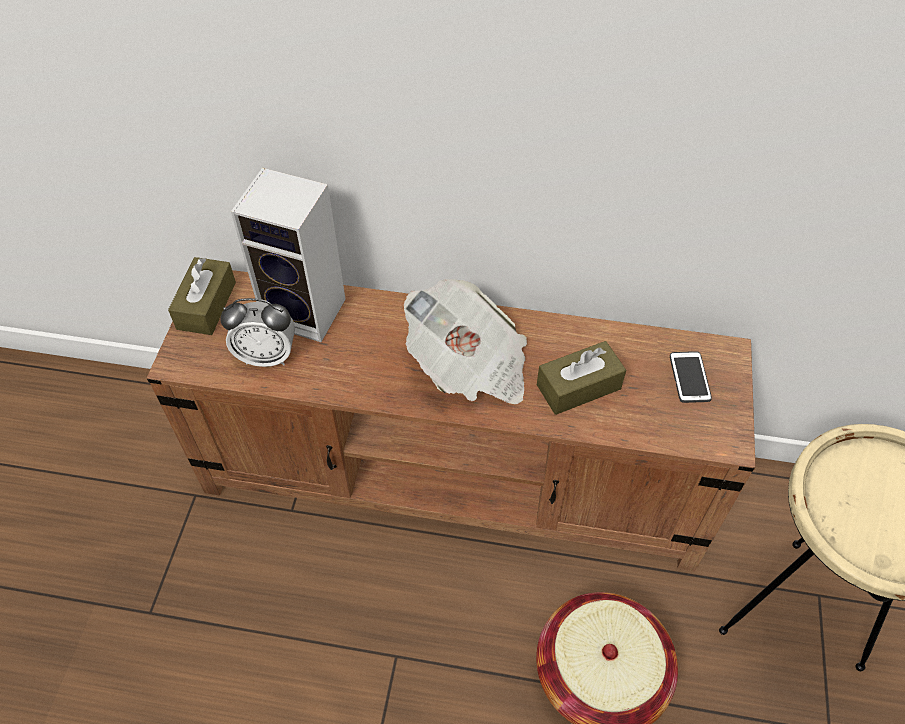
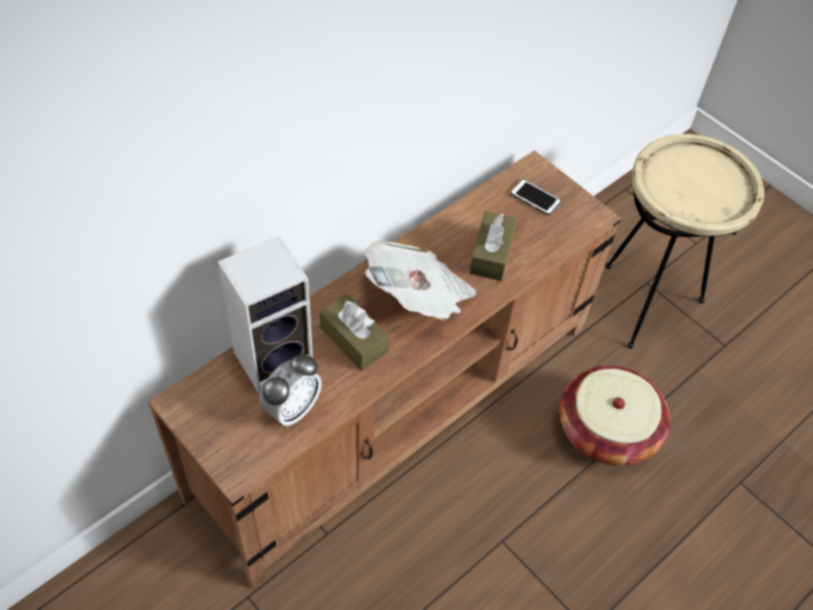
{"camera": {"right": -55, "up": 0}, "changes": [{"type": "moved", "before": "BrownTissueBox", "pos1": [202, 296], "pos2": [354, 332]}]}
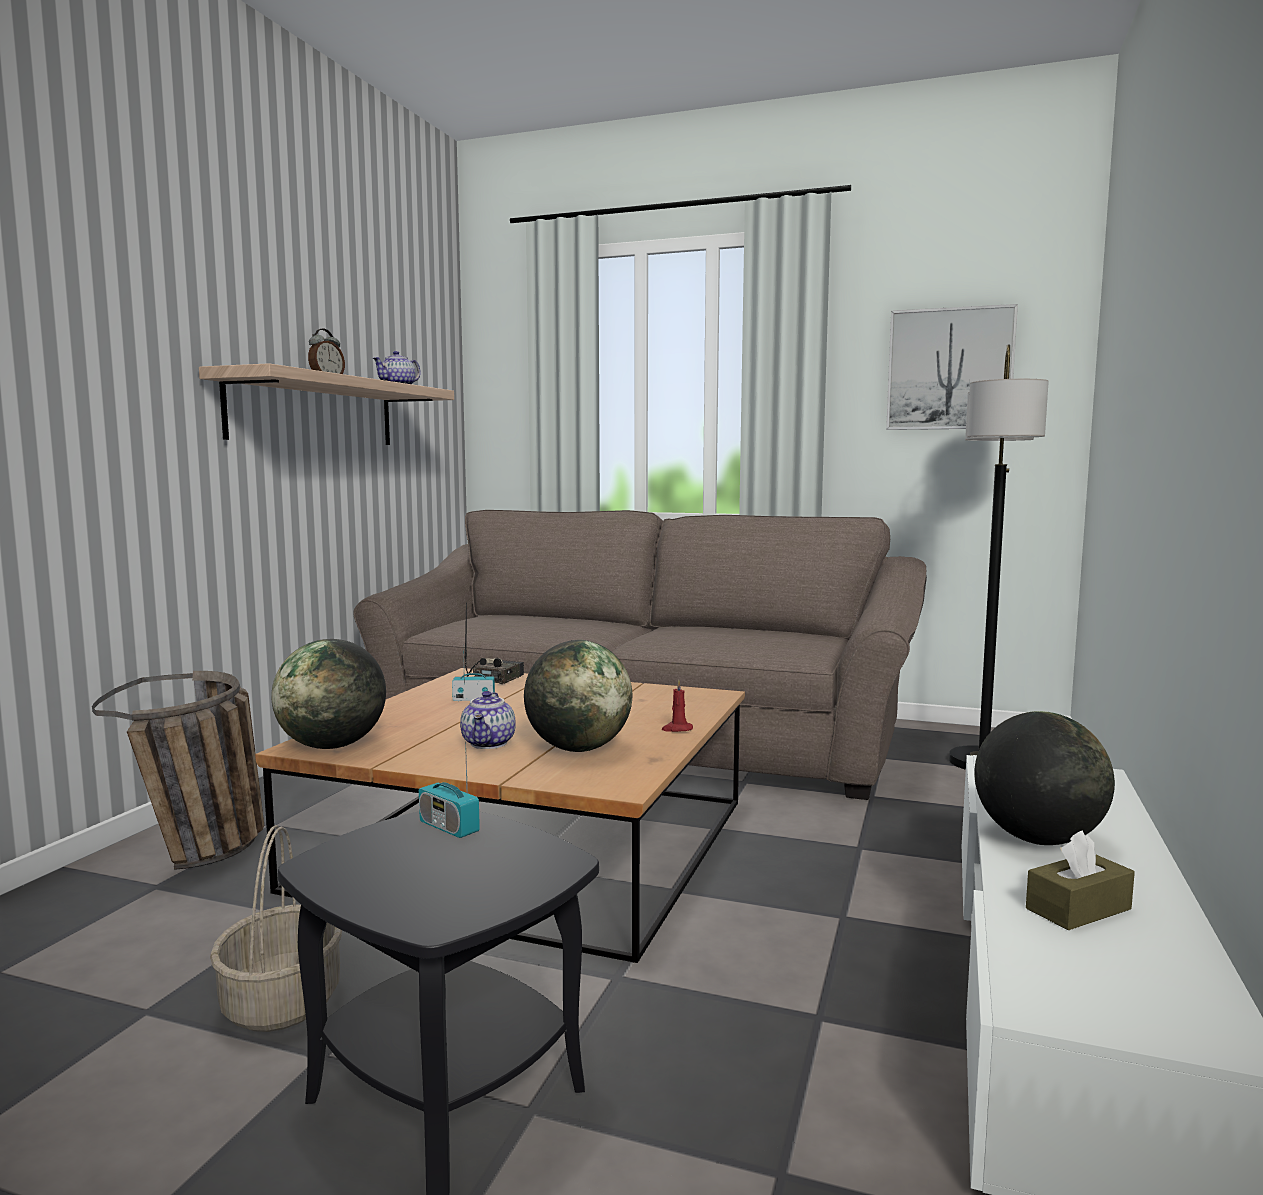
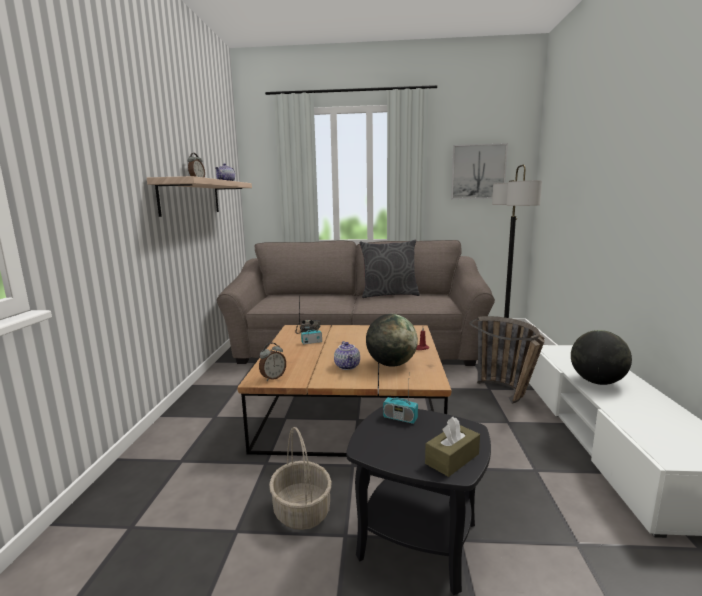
{"camera": {"right": -15, "up": 5}, "changes": [{"type": "replaced", "before": "Globe", "after": "AlarmClock", "pos1": [328, 694], "pos2": [272, 362]}, {"type": "added", "after": "GreyPillow", "pos2": [389, 269]}, {"type": "moved", "before": "BrownTissueBox", "pos1": [1080, 880], "pos2": [452, 447]}, {"type": "moved", "before": "Basket", "pos1": [178, 770], "pos2": [507, 360]}]}
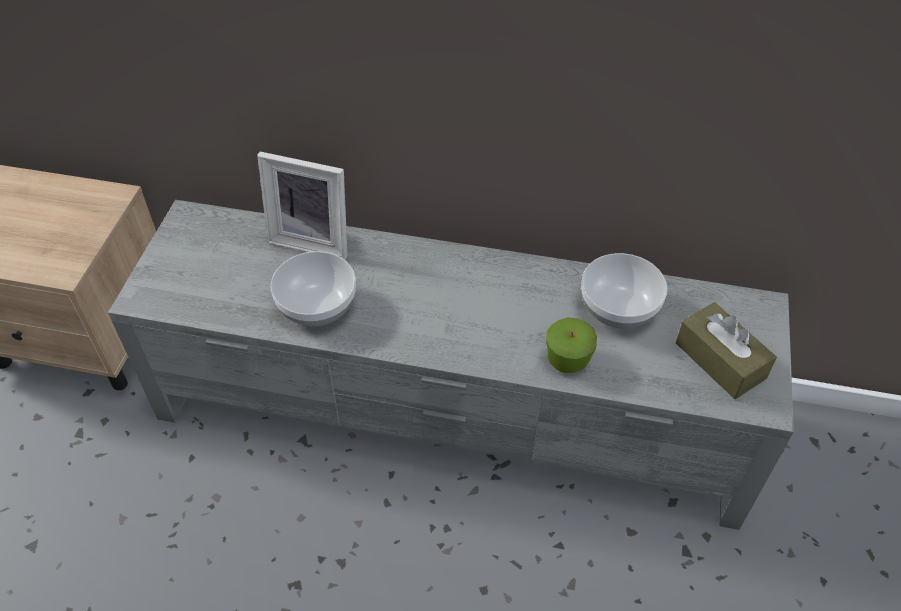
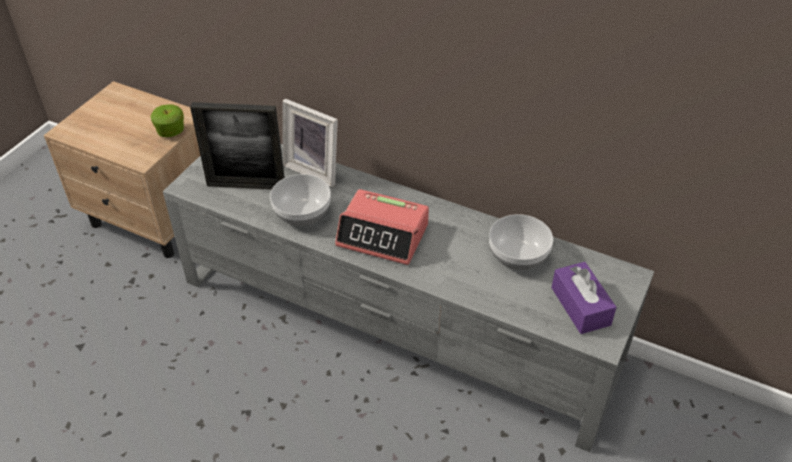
{"camera": {"right": 15, "up": -5}, "changes": [{"type": "moved", "before": "Apple", "pos1": [571, 345], "pos2": [167, 120]}, {"type": "added", "after": "PictureFrame", "pos2": [237, 145]}, {"type": "added", "after": "AlarmClock", "pos2": [382, 227]}, {"type": "recoloured", "before": "BrownTissueBox", "after": "PurpleTissueBox", "pos1": [726, 350], "pos2": [584, 298]}]}
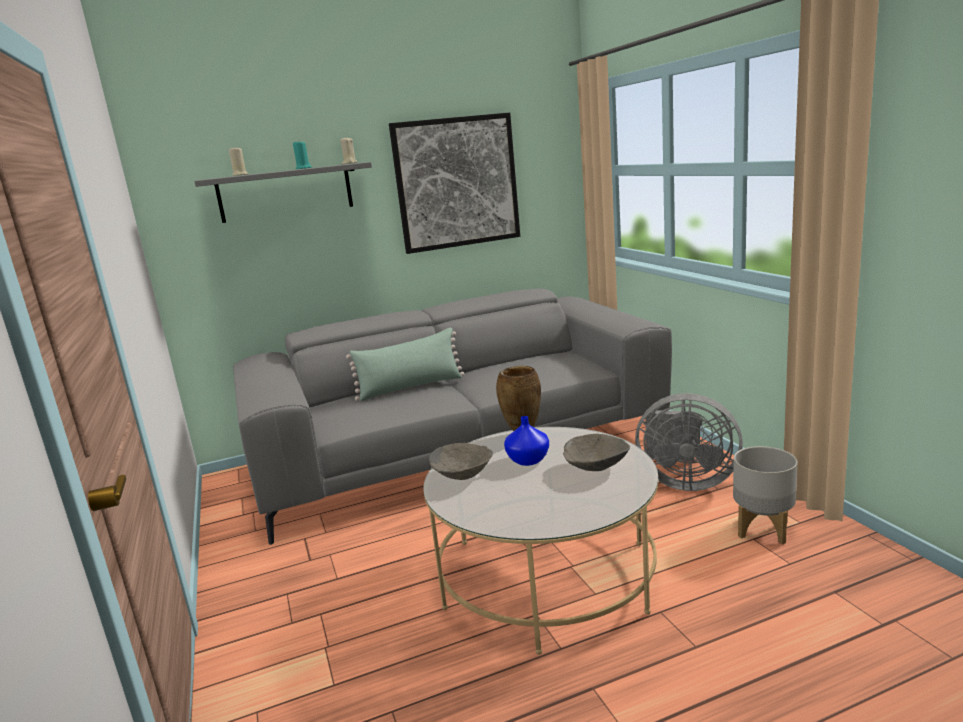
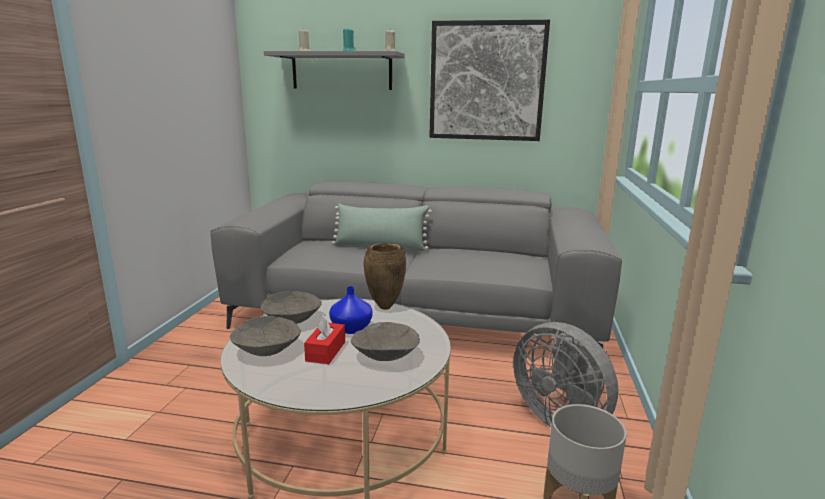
{"camera": {"right": 30, "up": 0}, "changes": [{"type": "added", "after": "GreyBowl", "pos2": [265, 336]}, {"type": "added", "after": "RedTissueBox", "pos2": [324, 339]}]}
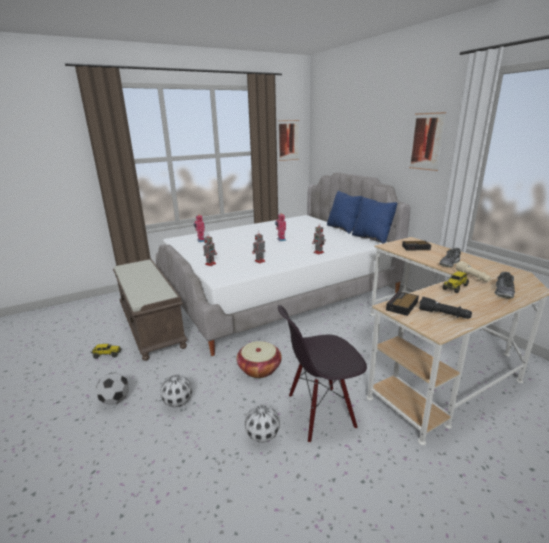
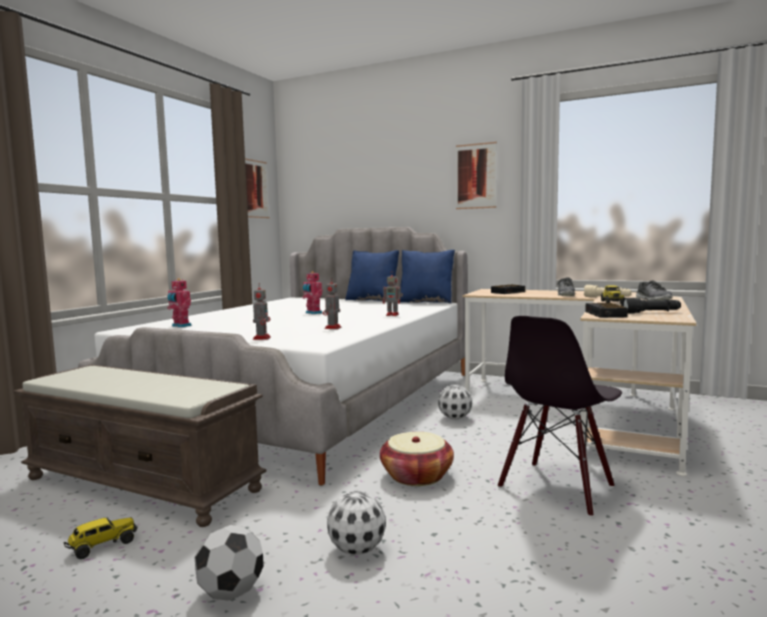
{"camera": {"right": -35, "up": -15}, "changes": [{"type": "moved", "before": "Football", "pos1": [262, 424], "pos2": [455, 401]}]}
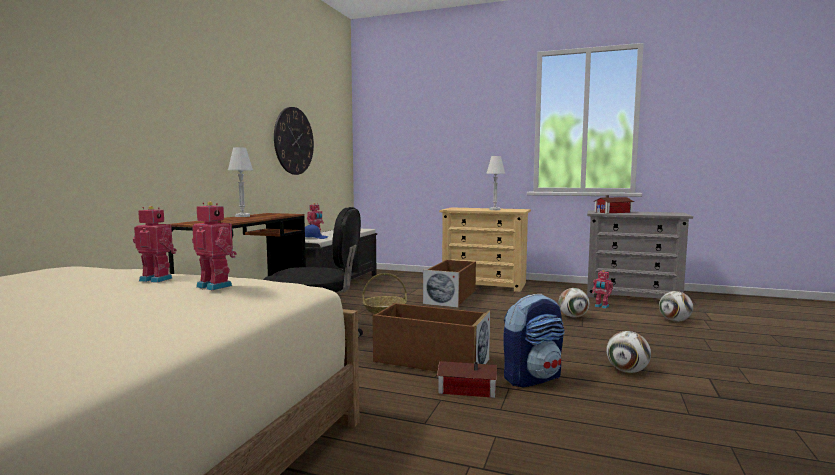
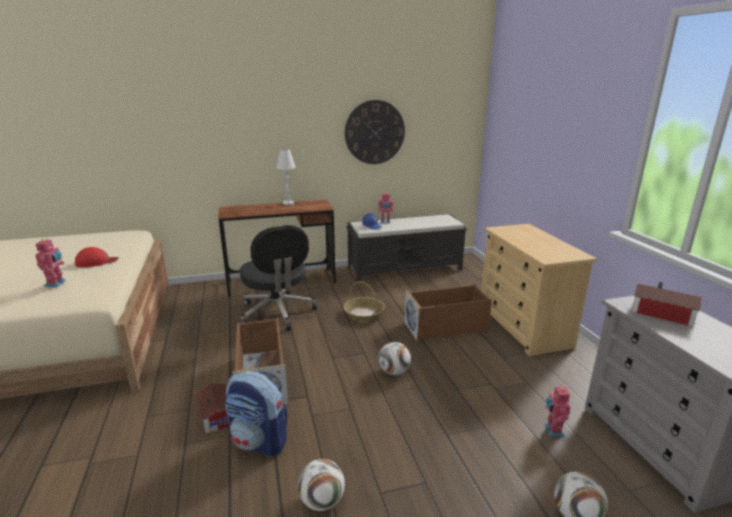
{"camera": {"right": 55, "up": 15}, "changes": [{"type": "replaced", "before": "ToyRobot", "after": "RedCap", "pos1": [155, 244], "pos2": [97, 257]}, {"type": "moved", "before": "Football", "pos1": [574, 303], "pos2": [394, 358]}, {"type": "removed", "before": "WhiteTableLamp", "pos1": [495, 183]}]}
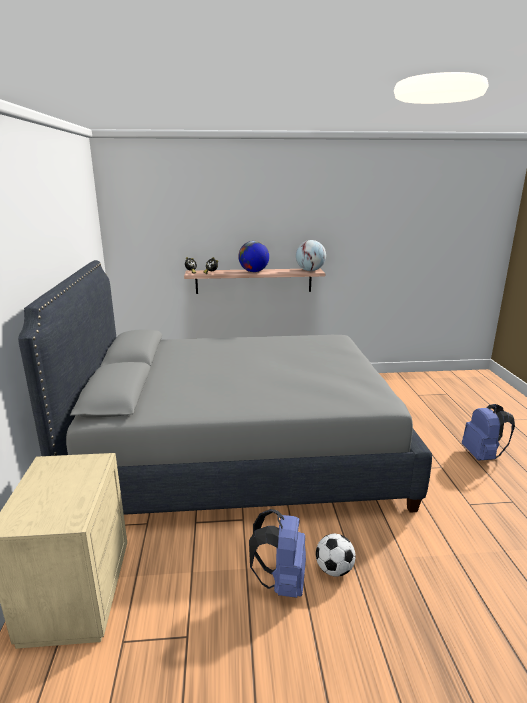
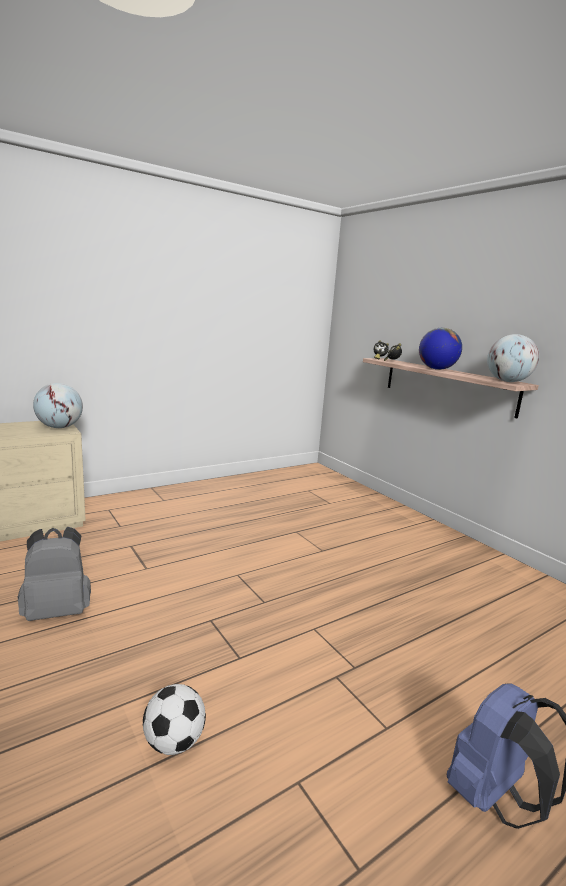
{"camera": {"right": 60, "up": -5}, "changes": [{"type": "recoloured", "before": "BlueBackpack", "after": "GreyBackpack", "pos1": [277, 553], "pos2": [54, 574]}, {"type": "added", "after": "Globe", "pos2": [58, 405]}, {"type": "moved", "before": "Football", "pos1": [336, 555], "pos2": [174, 719]}, {"type": "removed", "before": "GreyBed", "pos1": [225, 387]}]}
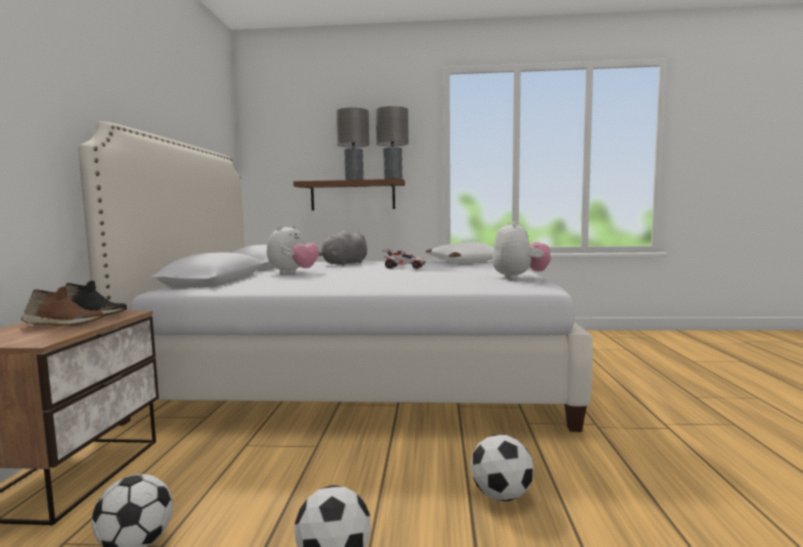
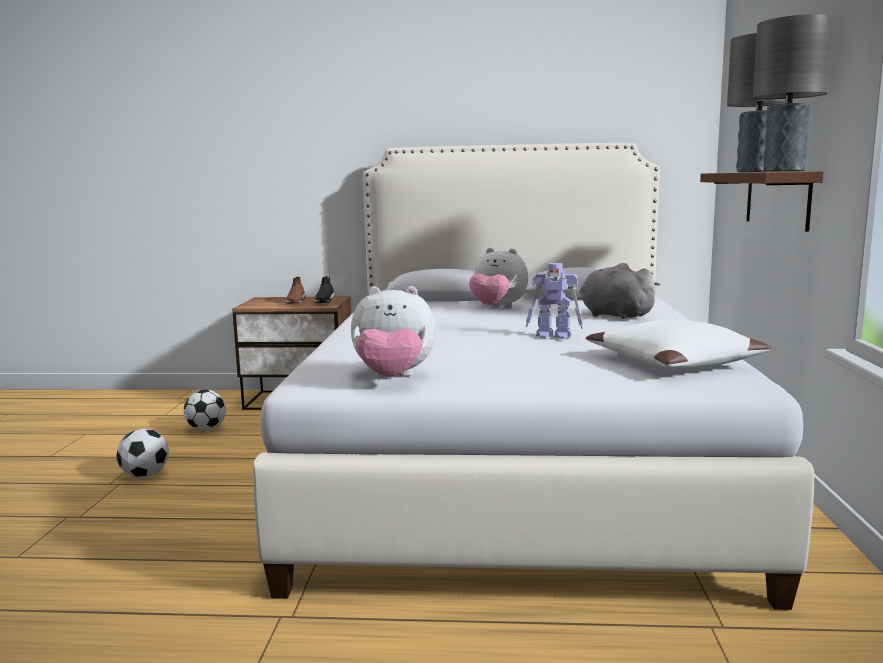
{"camera": {"right": 90, "up": 5}, "changes": [{"type": "replaced", "before": "ToyCar", "after": "ToyRobot", "pos1": [404, 259], "pos2": [554, 301]}, {"type": "removed", "before": "Football", "pos1": [502, 467]}]}
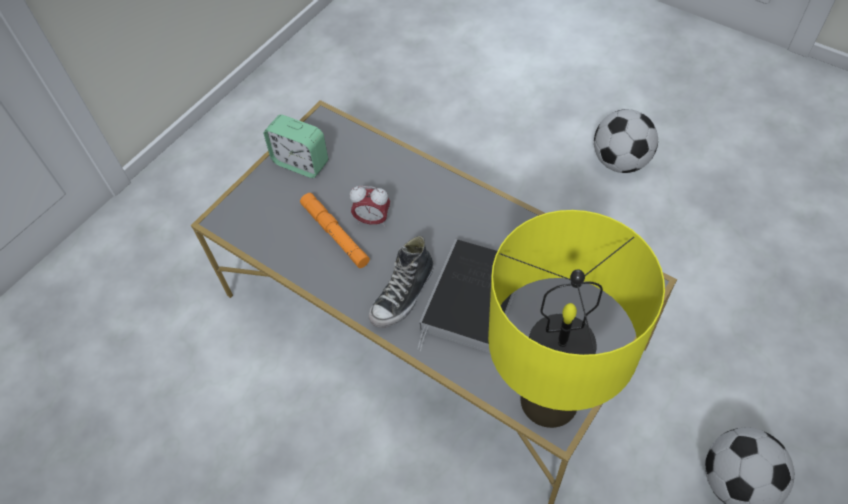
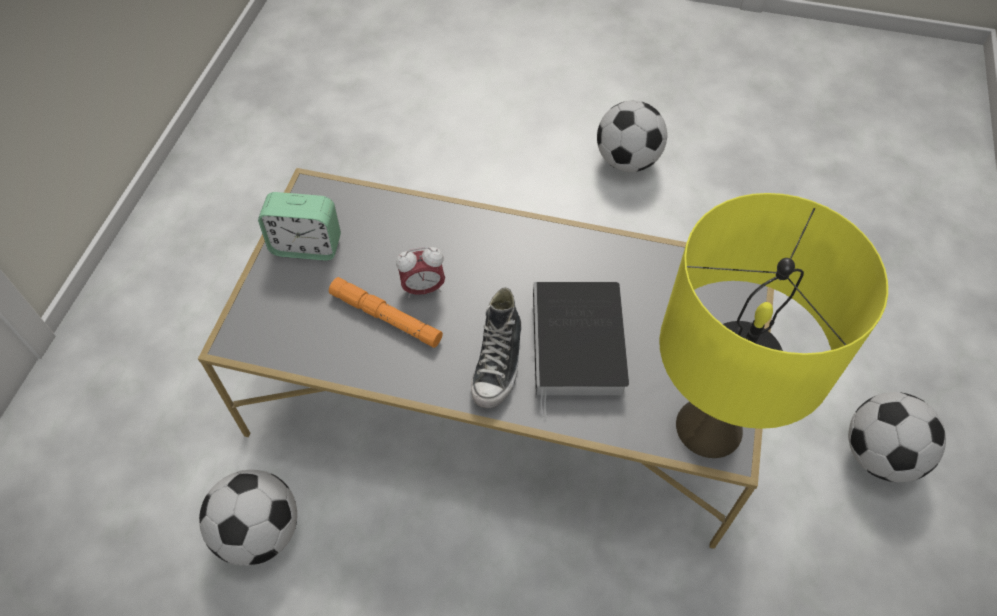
{"camera": {"right": -25, "up": 0}, "changes": [{"type": "added", "after": "Football", "pos2": [248, 518]}]}
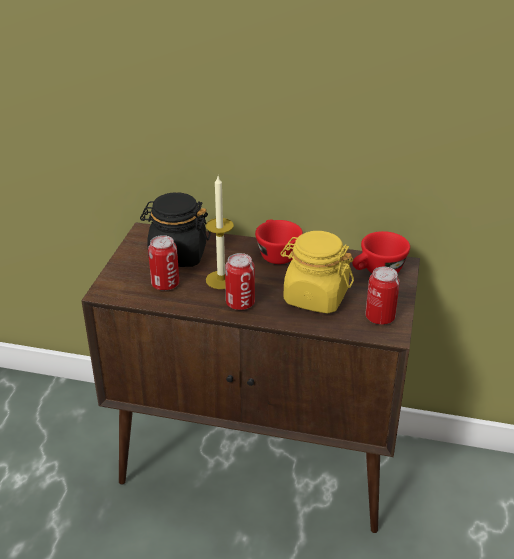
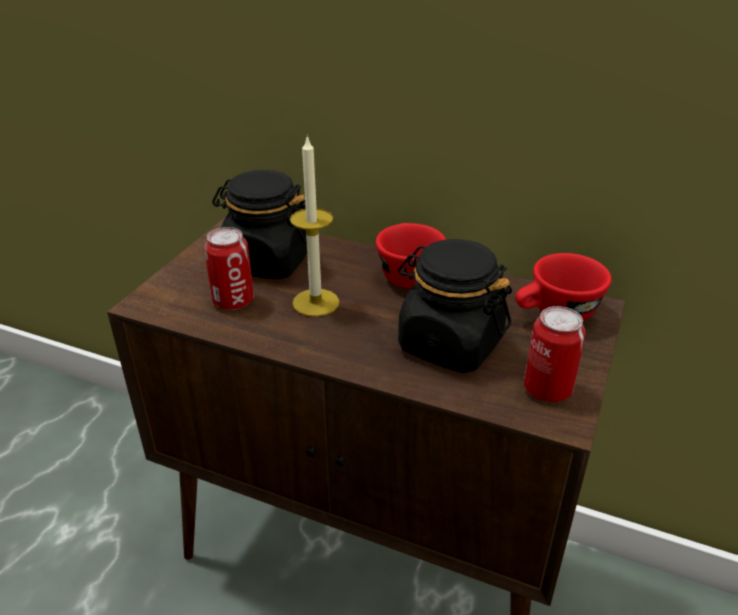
{"camera": {"right": 10, "up": 0}, "changes": [{"type": "recoloured", "before": "YellowJar", "after": "BlackJar", "pos1": [317, 272], "pos2": [455, 306]}, {"type": "removed", "before": "Can", "pos1": [240, 281]}]}
